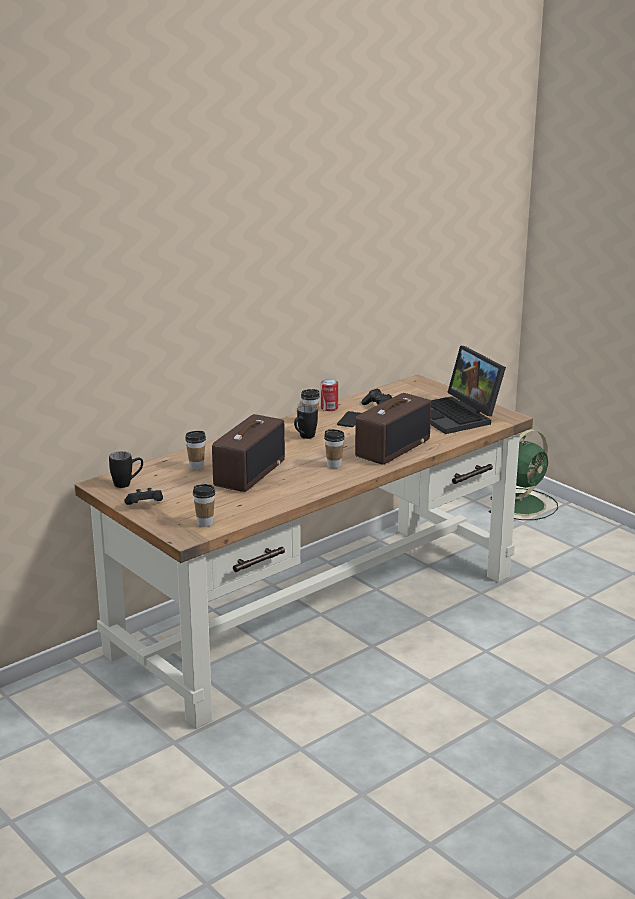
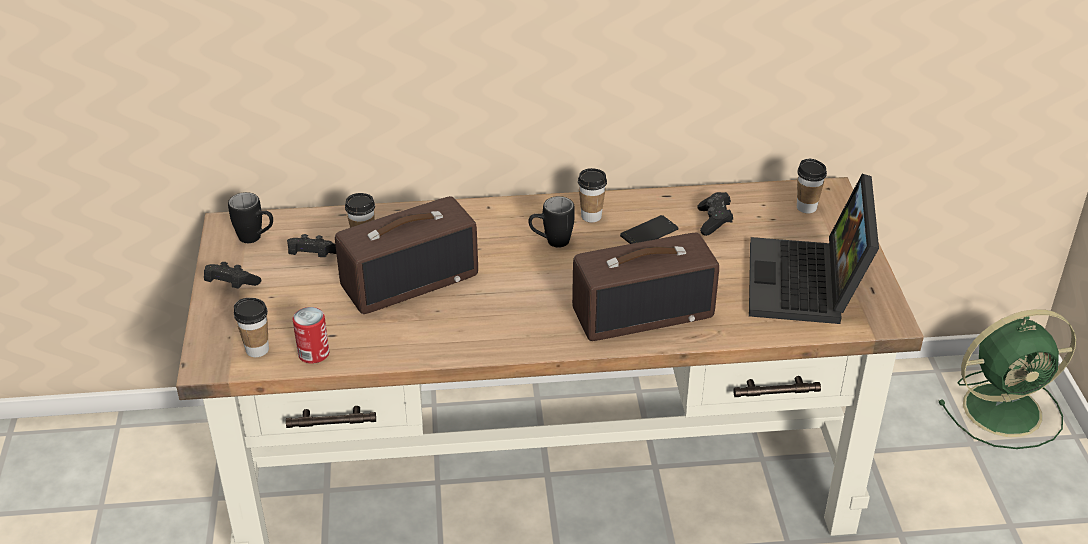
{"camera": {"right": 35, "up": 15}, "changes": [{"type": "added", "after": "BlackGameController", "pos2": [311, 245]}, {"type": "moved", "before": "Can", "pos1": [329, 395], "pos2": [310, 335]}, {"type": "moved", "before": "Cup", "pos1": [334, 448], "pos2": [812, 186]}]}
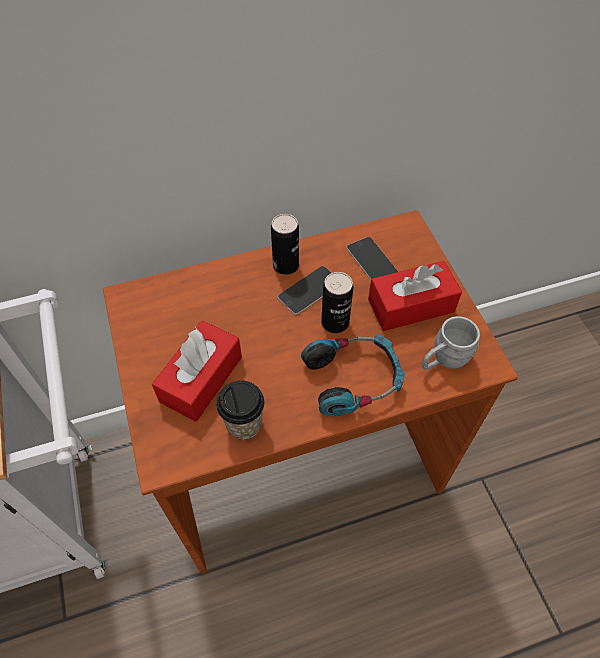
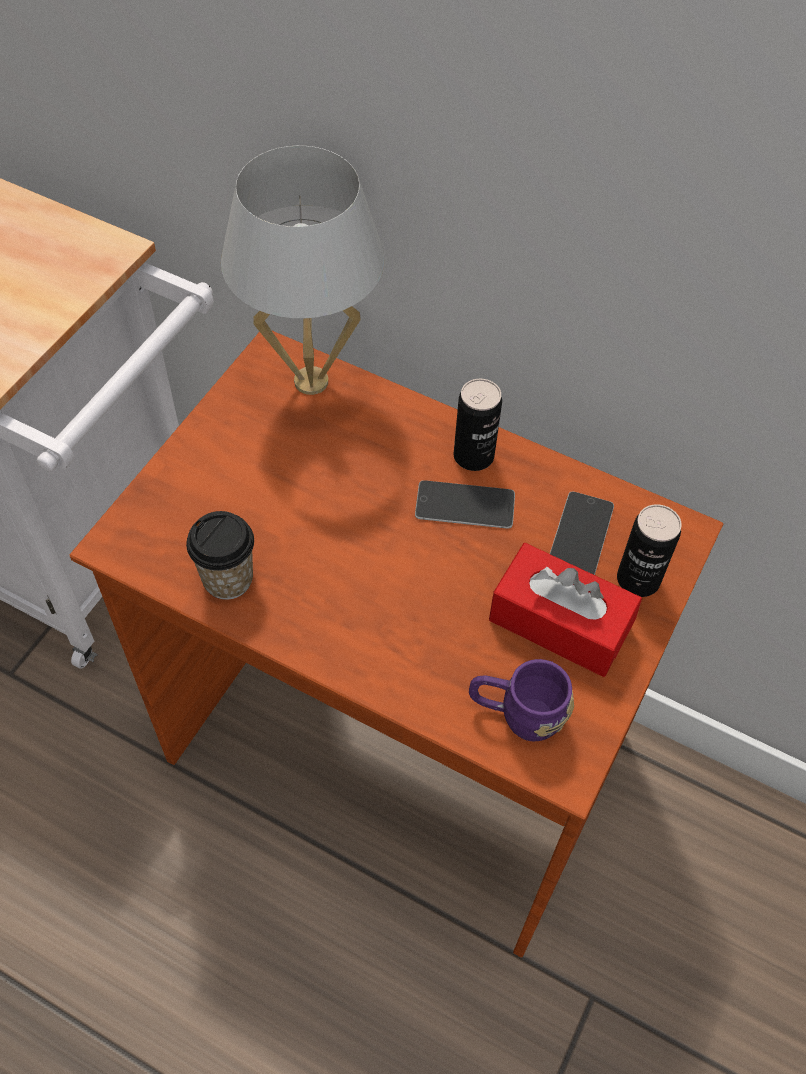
{"camera": {"right": 45, "up": 0}, "changes": [{"type": "added", "after": "WhiteTableLamp", "pos2": [302, 270]}, {"type": "recoloured", "before": "GreyMug", "after": "PurpleMug", "pos1": [451, 343], "pos2": [521, 700]}, {"type": "moved", "before": "Can", "pos1": [337, 302], "pos2": [649, 550]}, {"type": "removed", "before": "RedTissueBox", "pos1": [197, 371]}, {"type": "removed", "before": "Headphones", "pos1": [353, 375]}]}
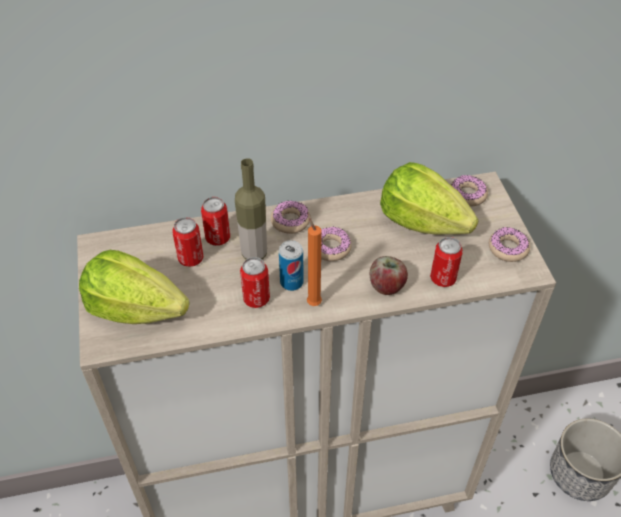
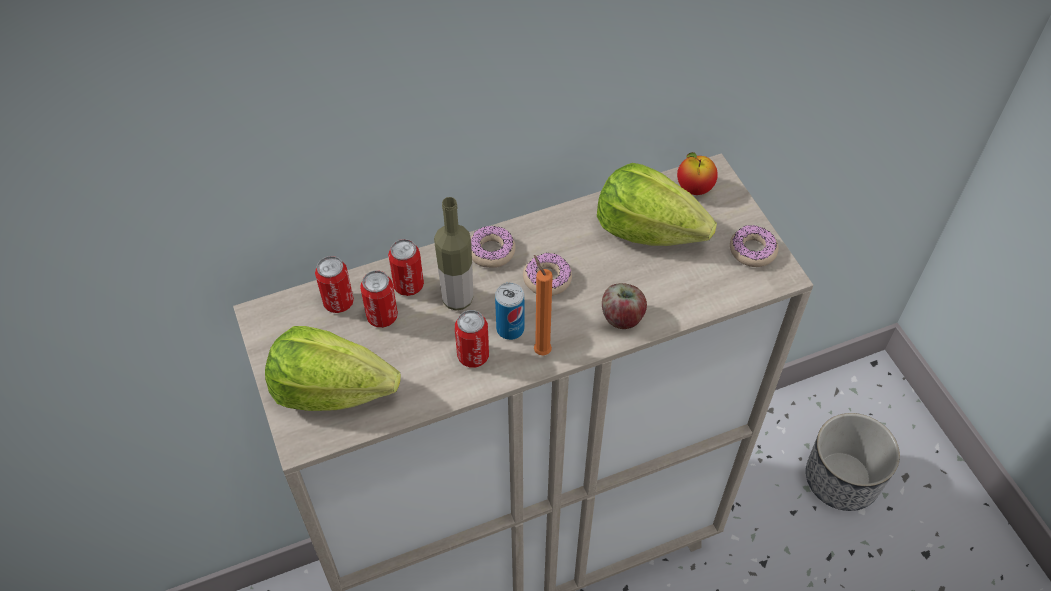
{"camera": {"right": -10, "up": 5}, "changes": [{"type": "moved", "before": "Can", "pos1": [446, 262], "pos2": [334, 284]}, {"type": "replaced", "before": "Donut", "after": "Apple", "pos1": [469, 191], "pos2": [697, 173]}]}
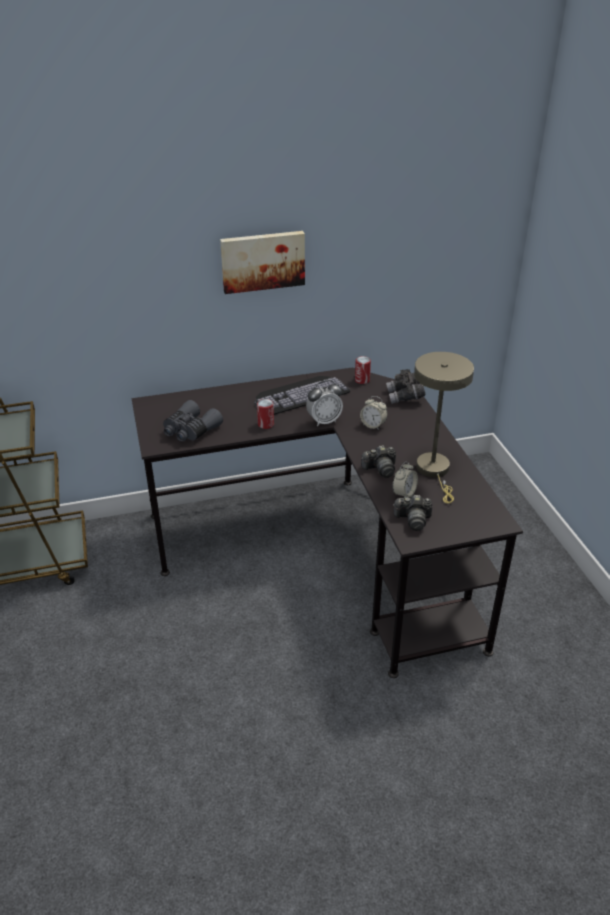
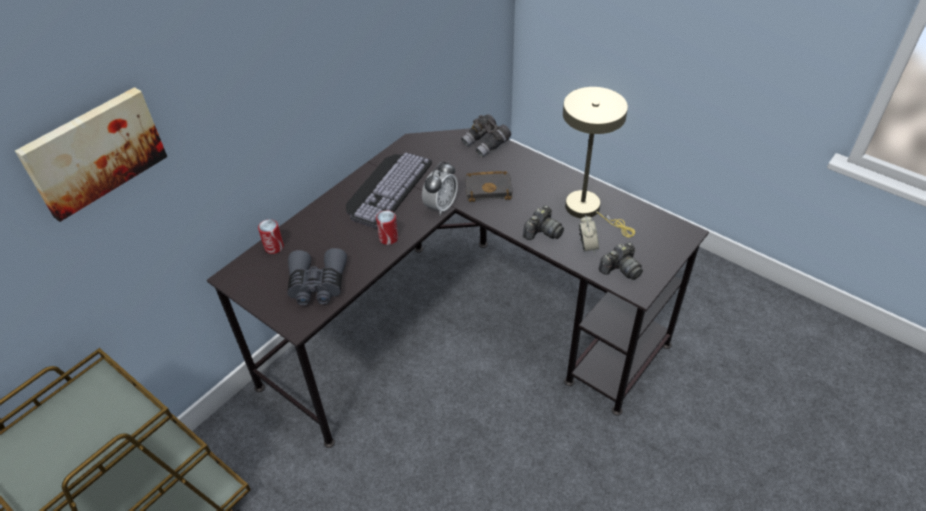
{"camera": {"right": -35, "up": 10}, "changes": [{"type": "moved", "before": "Picture", "pos1": [262, 262], "pos2": [91, 154]}, {"type": "moved", "before": "Can", "pos1": [363, 370], "pos2": [271, 236]}, {"type": "replaced", "before": "AlarmClock", "after": "BlackBook", "pos1": [373, 413], "pos2": [489, 186]}]}
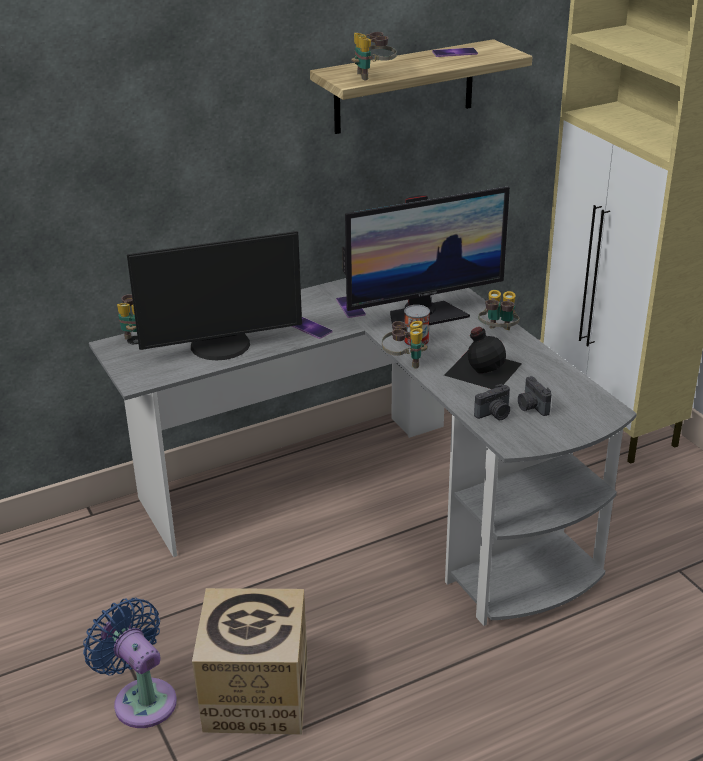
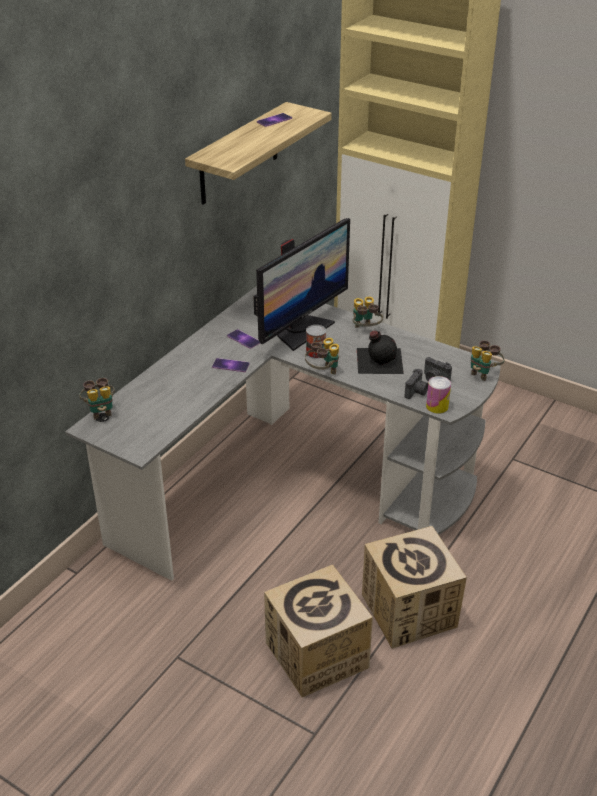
{"camera": {"right": -30, "up": 5}, "changes": [{"type": "added", "after": "CardboardBox", "pos2": [414, 587]}, {"type": "added", "after": "Can", "pos2": [438, 395]}, {"type": "moved", "before": "Binoculars", "pos1": [374, 56], "pos2": [488, 360]}, {"type": "removed", "before": "BlueFan", "pos1": [130, 663]}, {"type": "removed", "before": "Monitor", "pos1": [214, 296]}]}
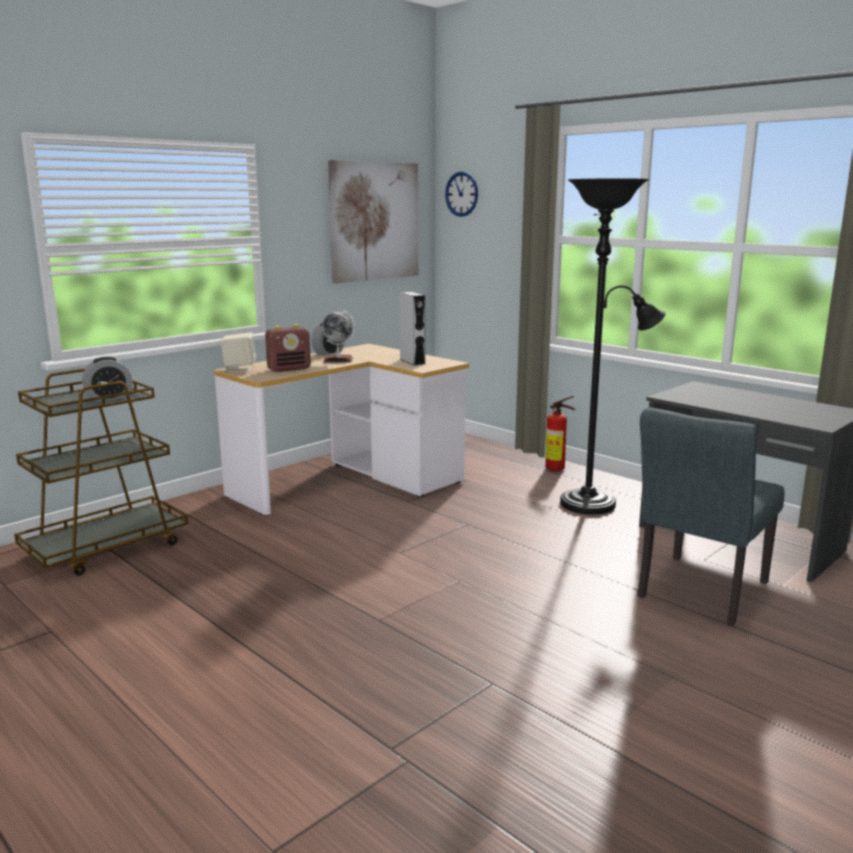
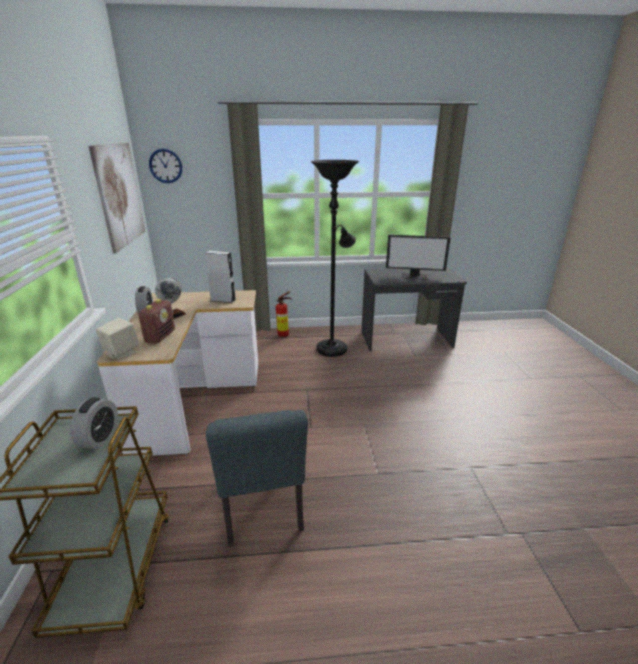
{"camera": {"right": -50, "up": 10}, "changes": [{"type": "moved", "before": "GreyChair", "pos1": [711, 516], "pos2": [257, 478]}, {"type": "added", "after": "Monitor", "pos2": [418, 257]}]}
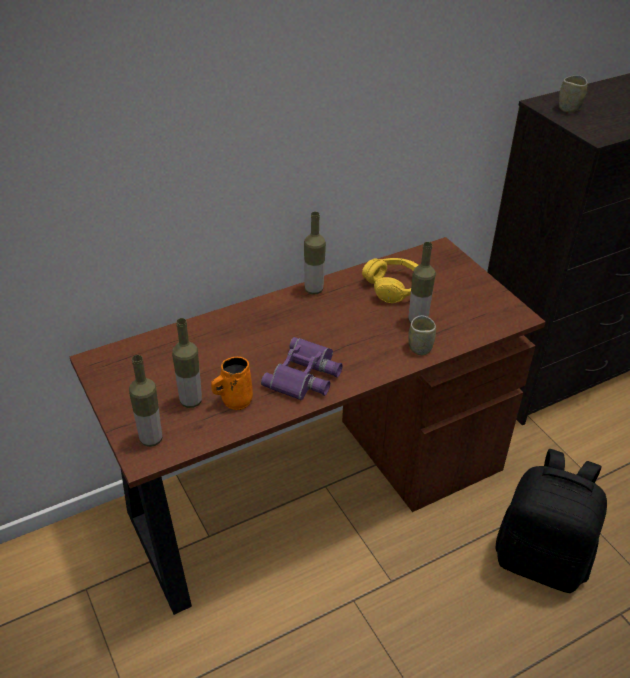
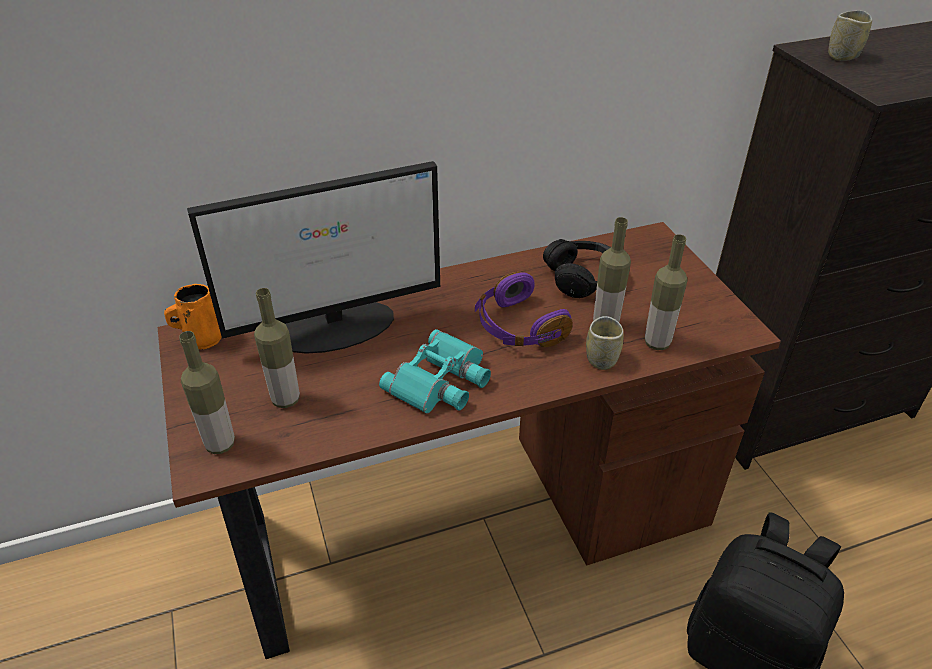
{"camera": {"right": 10, "up": 0}, "changes": [{"type": "moved", "before": "OrangeMug", "pos1": [232, 383], "pos2": [193, 317]}, {"type": "added", "after": "Monitor", "pos2": [313, 257]}, {"type": "recoloured", "before": "PurpleBinoculars", "after": "TurquoiseBinoculars", "pos1": [302, 368], "pos2": [435, 371]}, {"type": "added", "after": "PurpleHeadphones", "pos2": [524, 309]}, {"type": "recoloured", "before": "YellowHeadphones", "after": "BlackHeadphones", "pos1": [390, 280], "pos2": [577, 268]}, {"type": "moved", "before": "Bottle", "pos1": [315, 253], "pos2": [666, 292]}]}
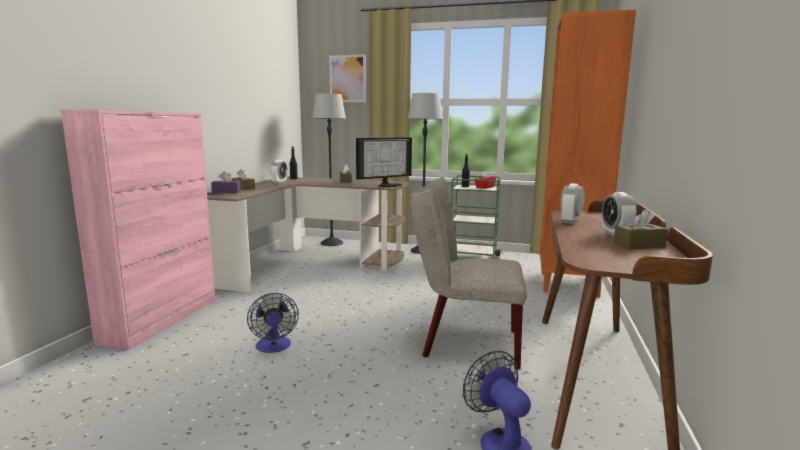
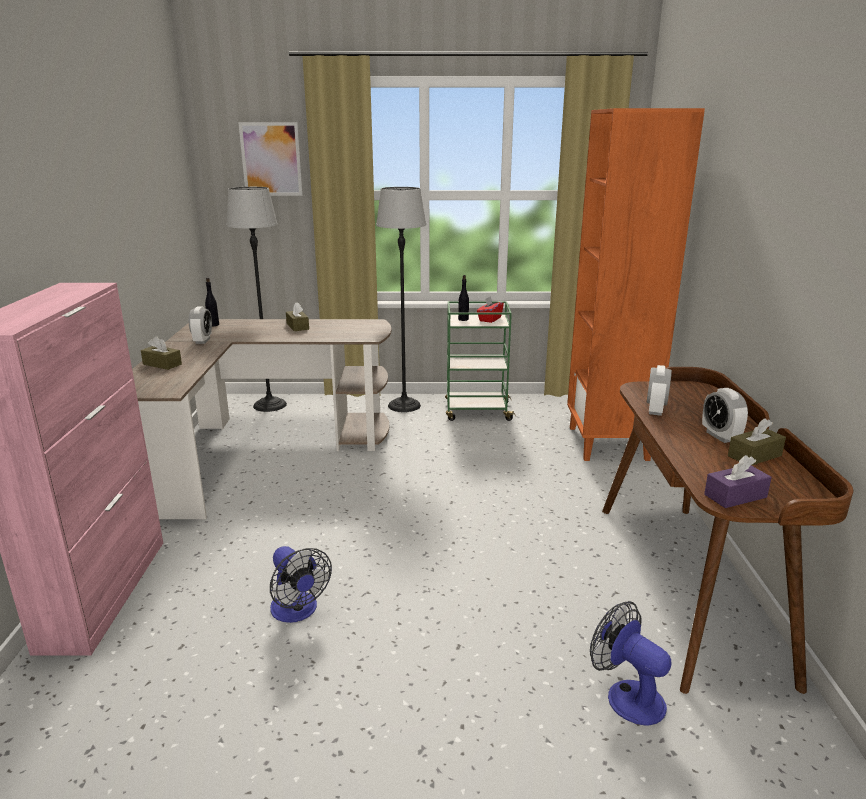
{"camera": {"right": -15, "up": 10}, "changes": [{"type": "moved", "before": "PurpleTissueBox", "pos1": [225, 182], "pos2": [738, 481]}, {"type": "removed", "before": "Monitor", "pos1": [384, 162]}, {"type": "removed", "before": "BeigeChair", "pos1": [469, 273]}]}
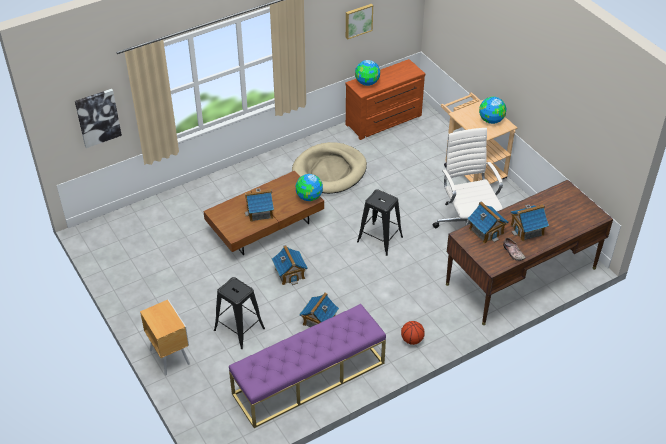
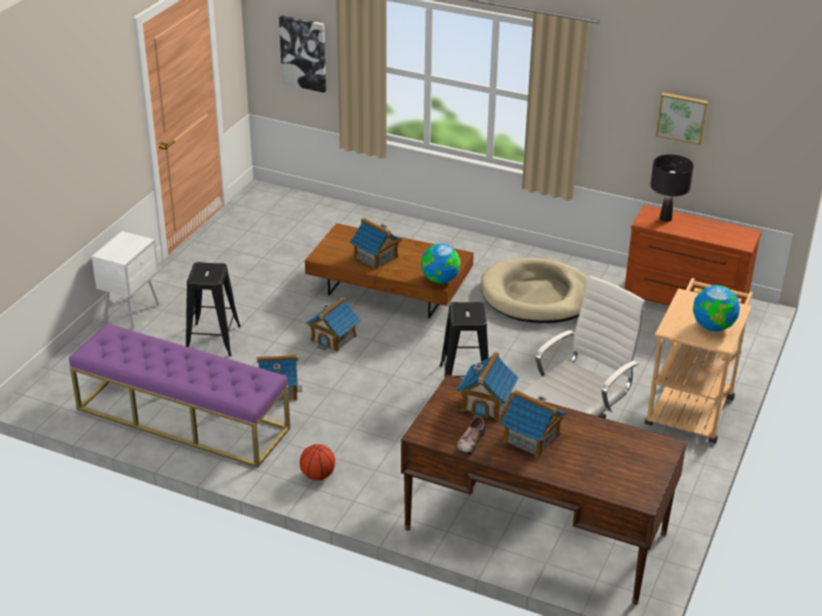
{"camera": {"right": 55, "up": -10}, "changes": [{"type": "recoloured", "before": "BrownNightstand", "after": "WhiteNightstand", "pos1": [165, 337], "pos2": [125, 280]}, {"type": "replaced", "before": "Globe", "after": "BlackTableLamp", "pos1": [367, 73], "pos2": [672, 188]}]}
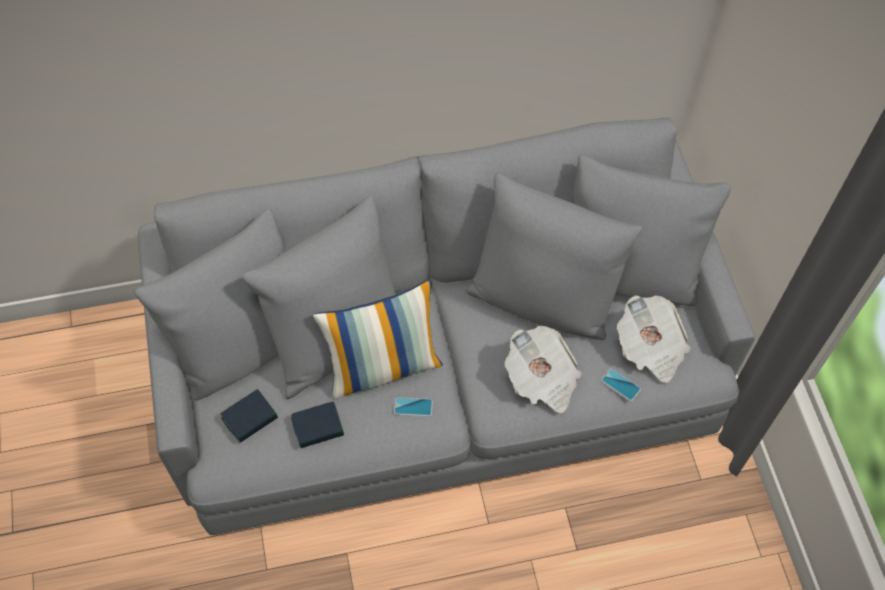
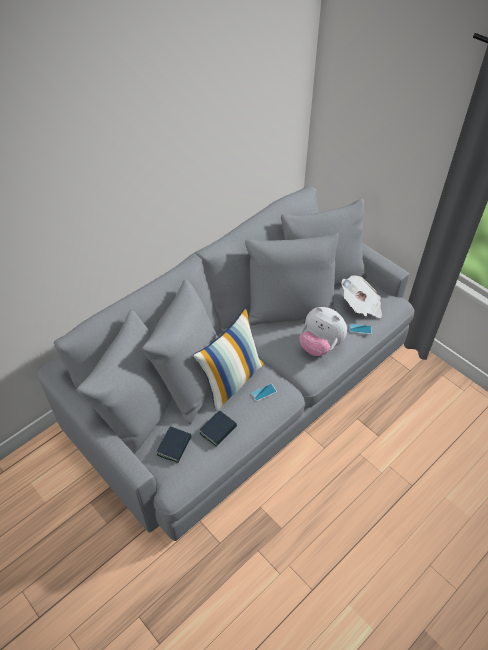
{"camera": {"right": -30, "up": -10}, "changes": [{"type": "replaced", "before": "Newspaper", "after": "PlushToy", "pos1": [543, 369], "pos2": [323, 331]}]}
